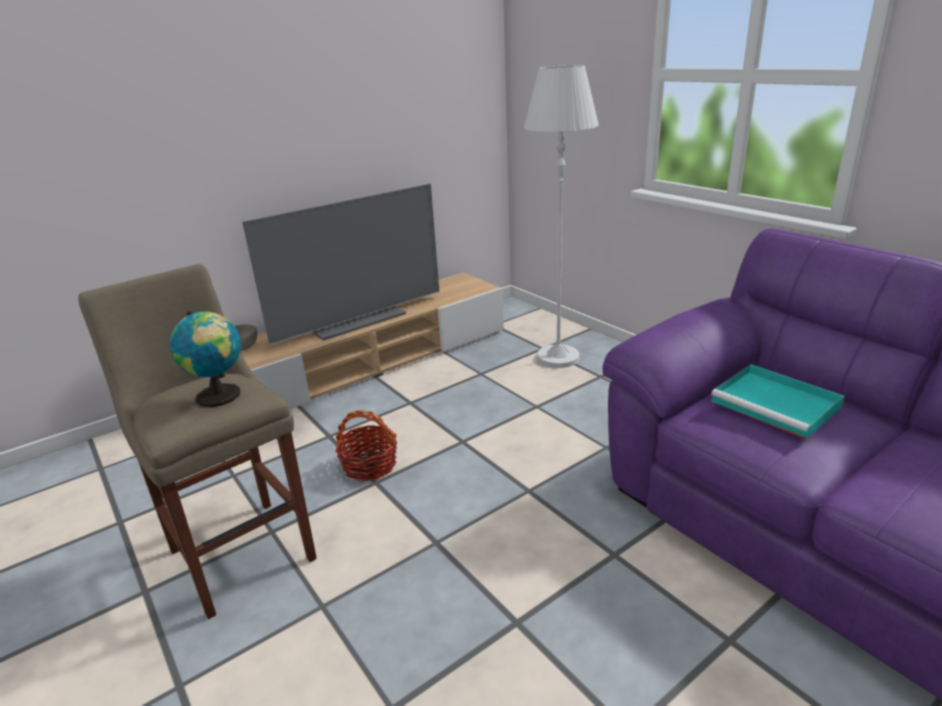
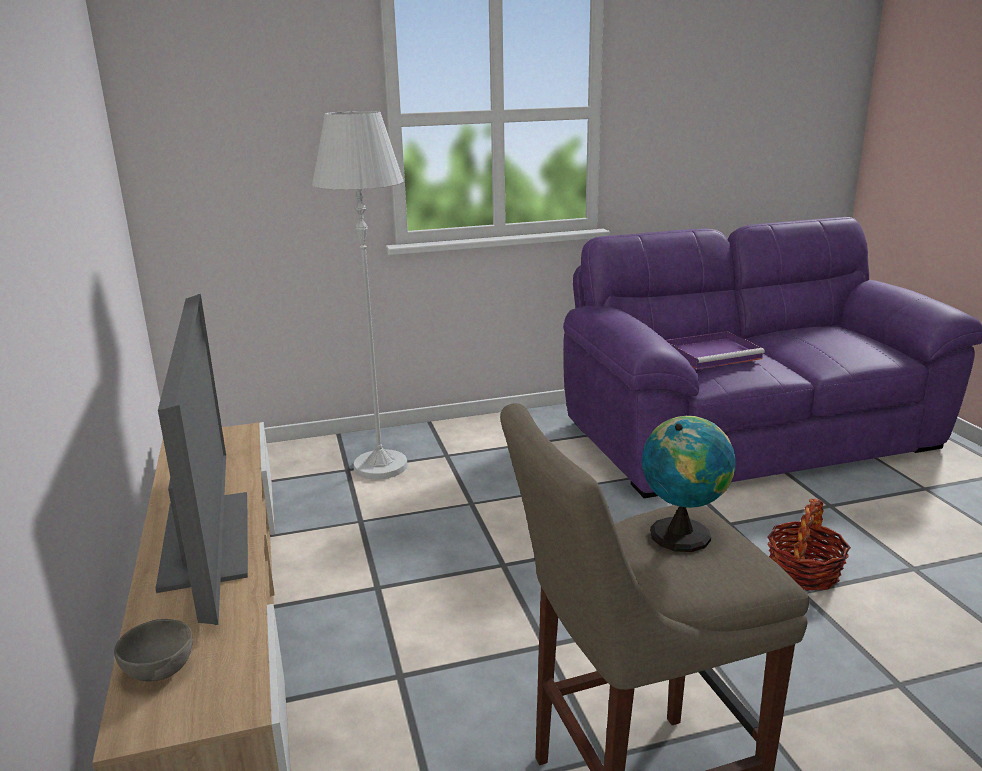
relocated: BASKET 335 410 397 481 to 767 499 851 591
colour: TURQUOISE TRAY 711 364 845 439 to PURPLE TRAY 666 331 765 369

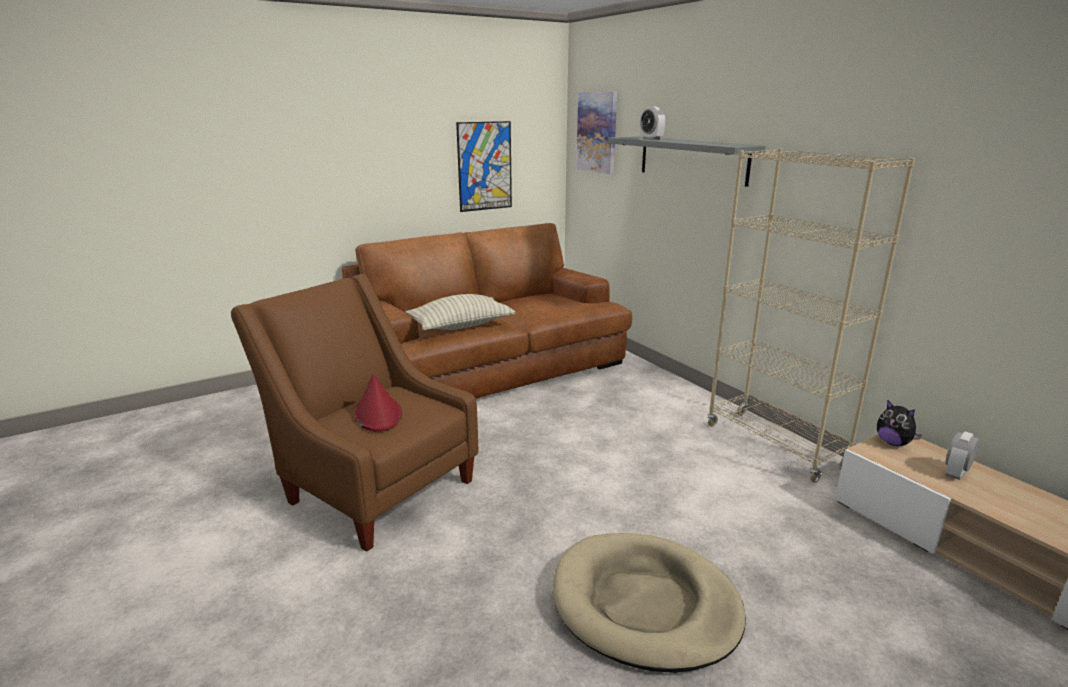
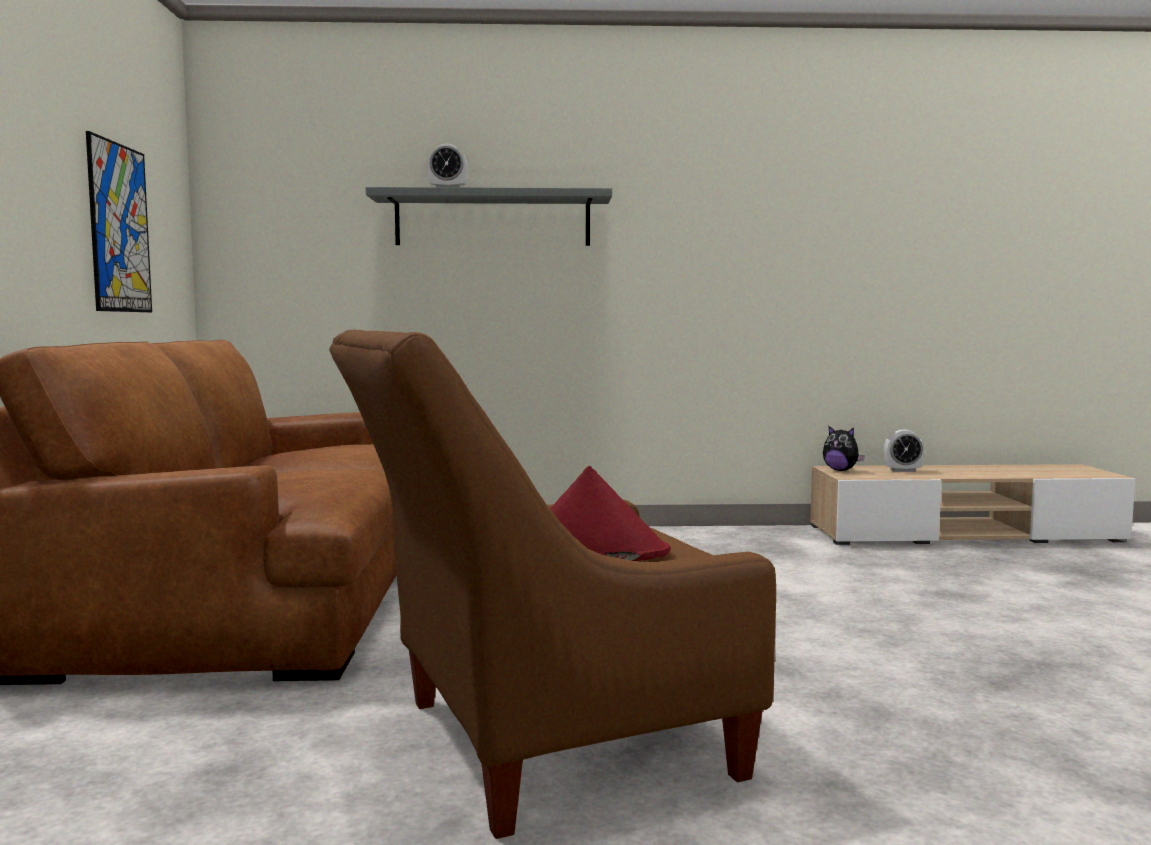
missing: PILLOW 406 294 516 330; BEIGE DOG BED 553 533 746 673; PICTURE 576 92 617 174; BEIGE BOOKCASE 708 148 915 483
spun: PLUSH TOY 877 400 922 446 = 823 426 865 471 45 degrees clockwise; ALARM CLOCK 945 431 980 480 = 883 430 925 472 75 degrees counterclockwise

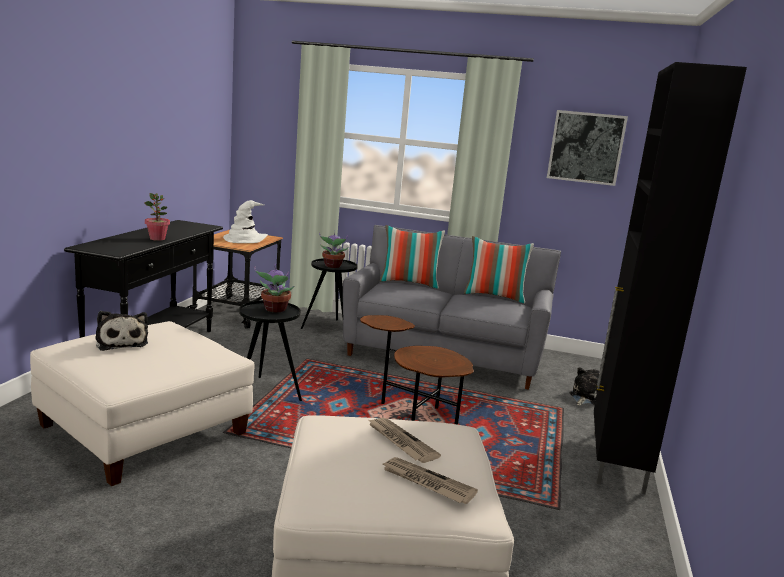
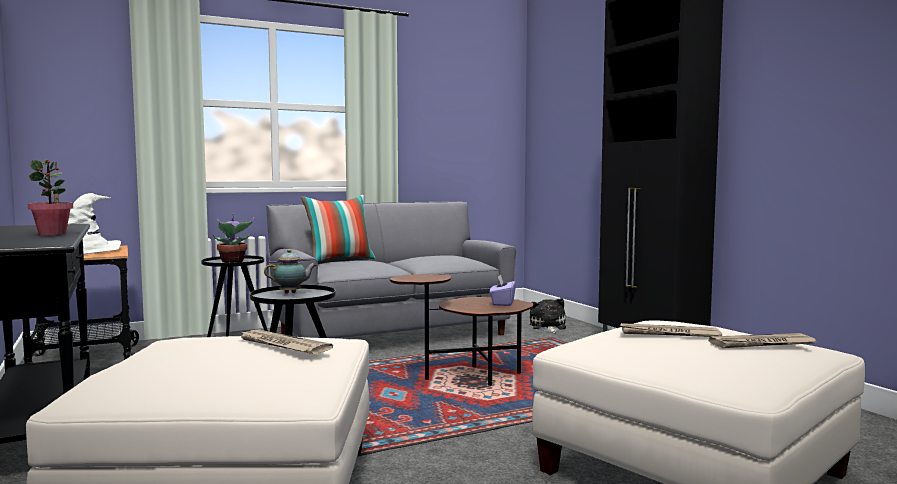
missing: PLUSH TOY 96 311 148 351; PILLOW 464 236 534 303; PICTURE 547 110 628 186
appeared: NEWSPAPER 238 329 333 354; PURPLE TISSUE BOX 490 274 516 306
exchanged: POTTED PLANT 254 264 294 312 to TEAPOT 264 249 317 294

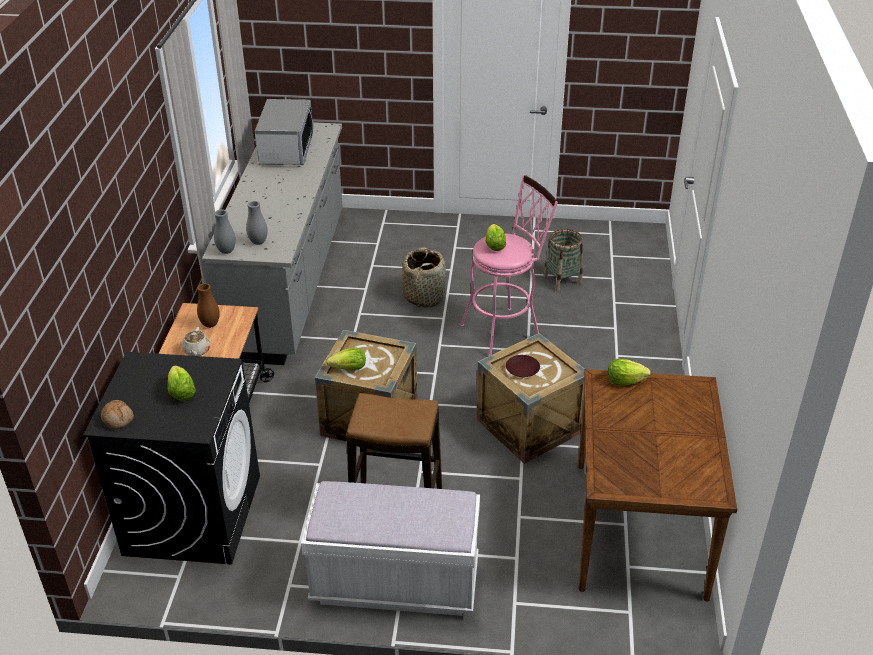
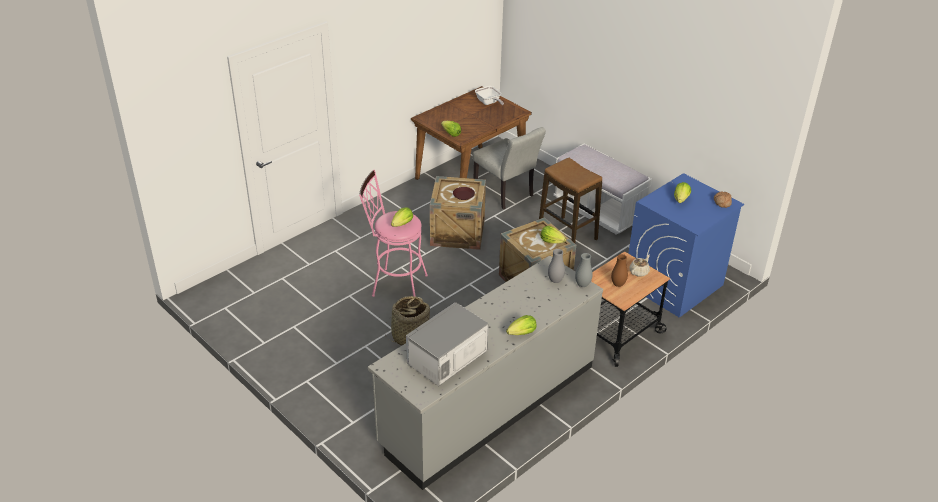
missing: BASKET 543 229 582 291
appeared: GREY CHAIR 473 127 546 209; FRYING PAN 475 86 504 105; LETTUCE 506 315 536 335
colour: BLACK WASHING MACHINE 83 352 260 564 to BLUE WASHING MACHINE 628 173 744 318

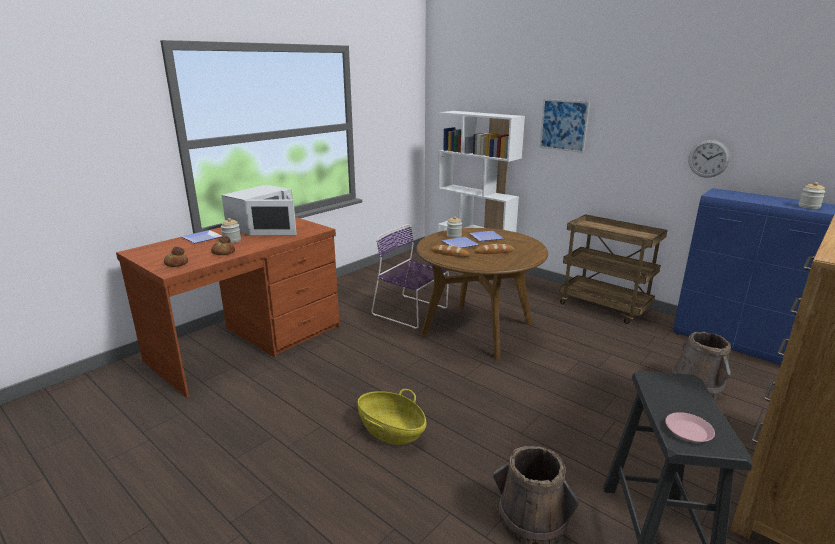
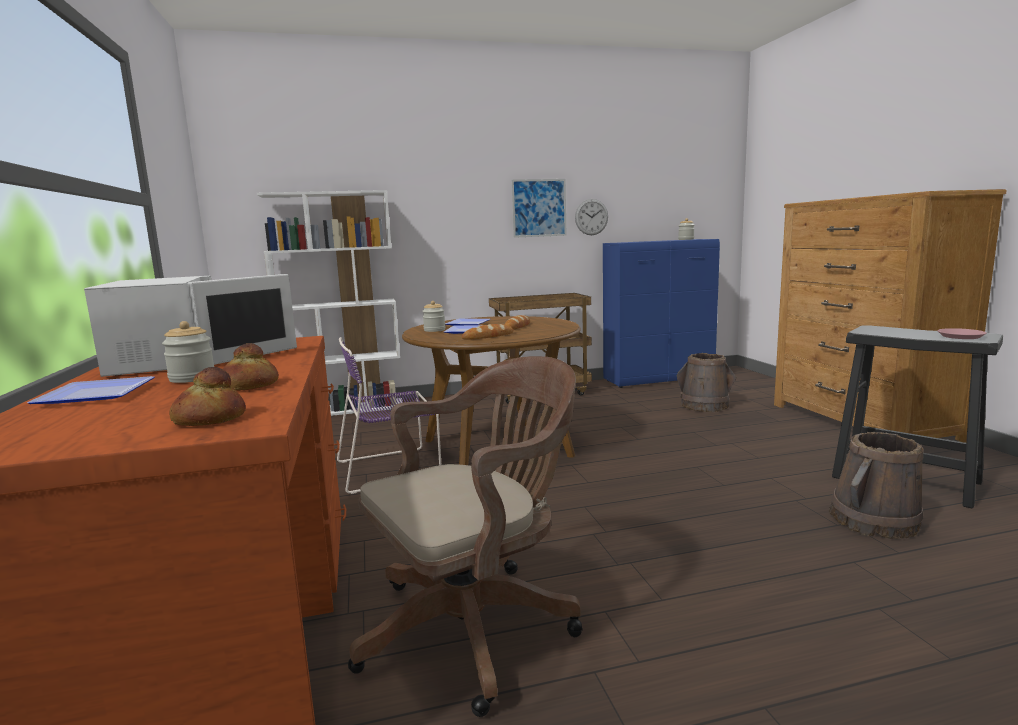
missing: BASKET 358 389 427 445
appeared: BROWN OFFICE CHAIR 348 356 583 717
relocated: PICTURE 539 99 590 153 to 511 179 567 238

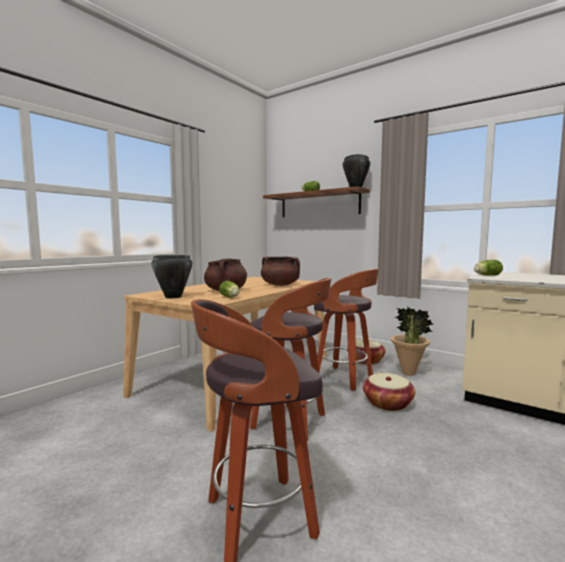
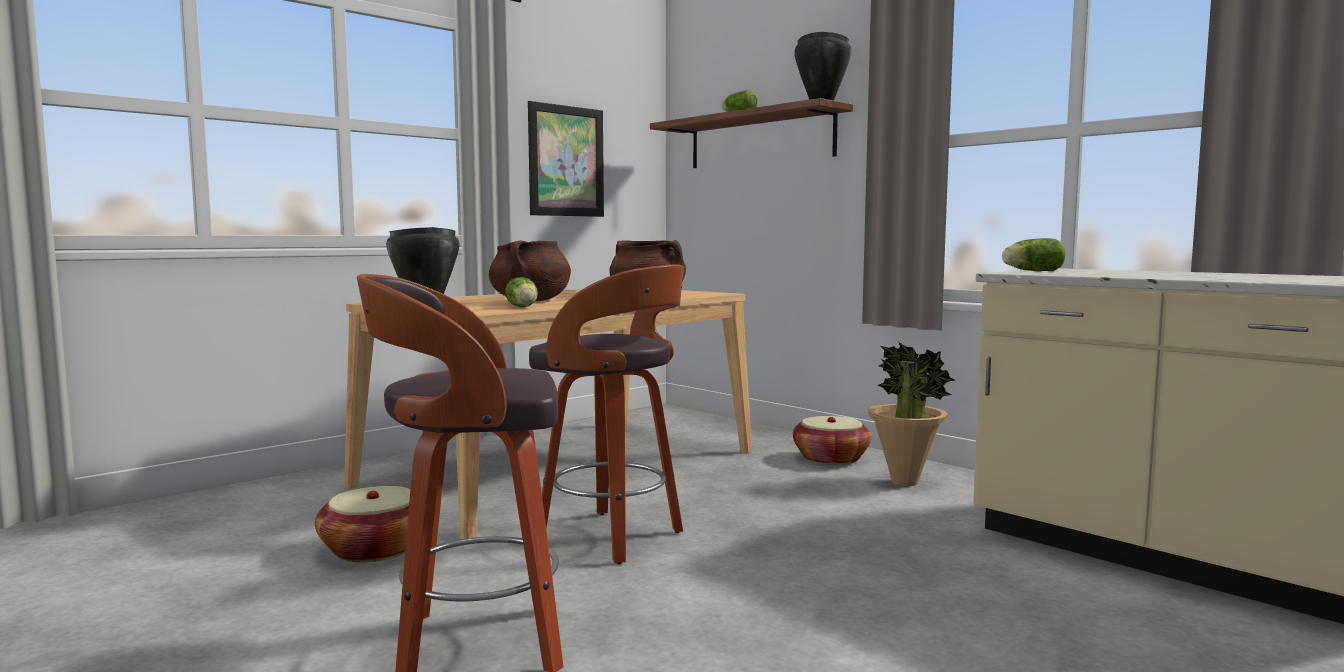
missing: STOOL 314 268 379 391
appeared: PICTURE 528 101 604 217
relocated: BASKET 363 373 415 411 to 315 486 410 562

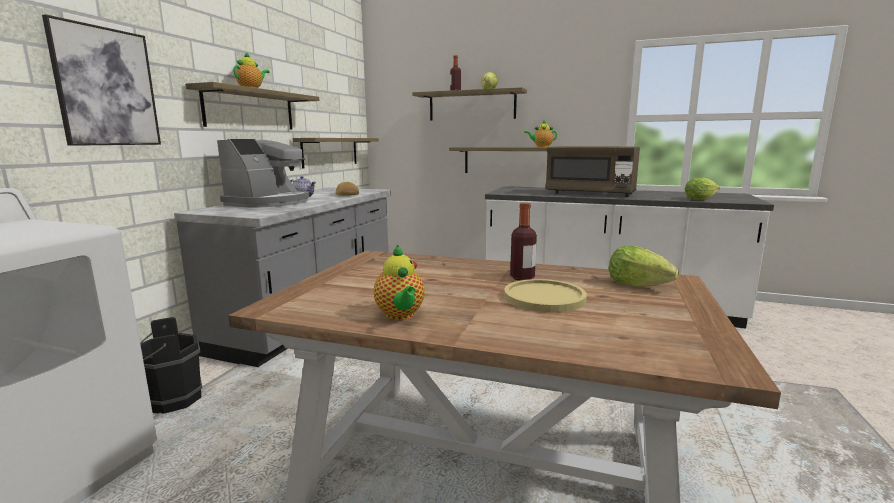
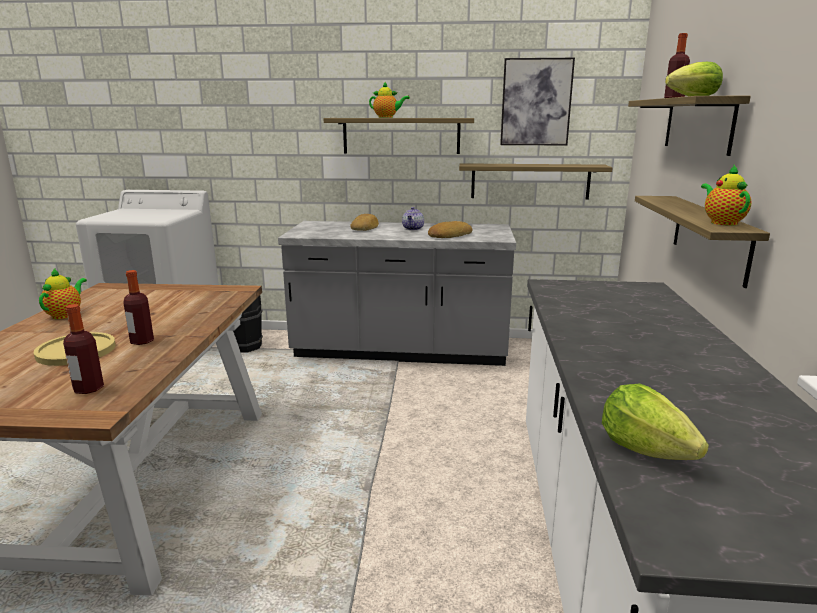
missing: BROWN MICROWAVE 545 146 640 197
relocated: PICTURE 42 14 161 146 to 500 58 575 145
exchanged: COFFEE MACHINE 217 139 309 207 to BREAD 350 214 379 231; LETTUCE 609 245 679 287 to BOTTLE 63 304 104 394
spun: TEAPOT 374 245 425 320 = 39 269 87 319 135 degrees clockwise

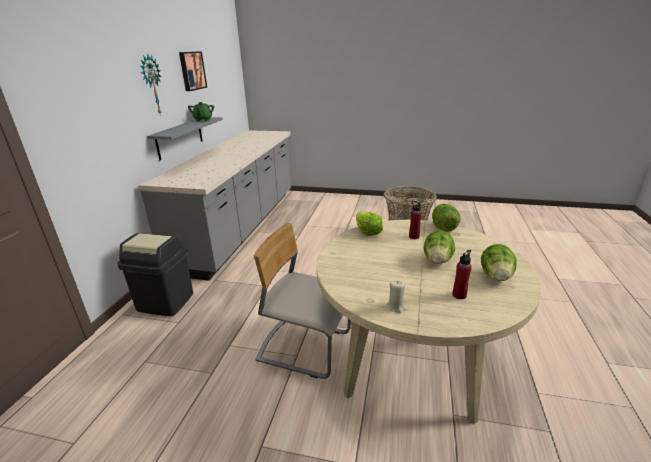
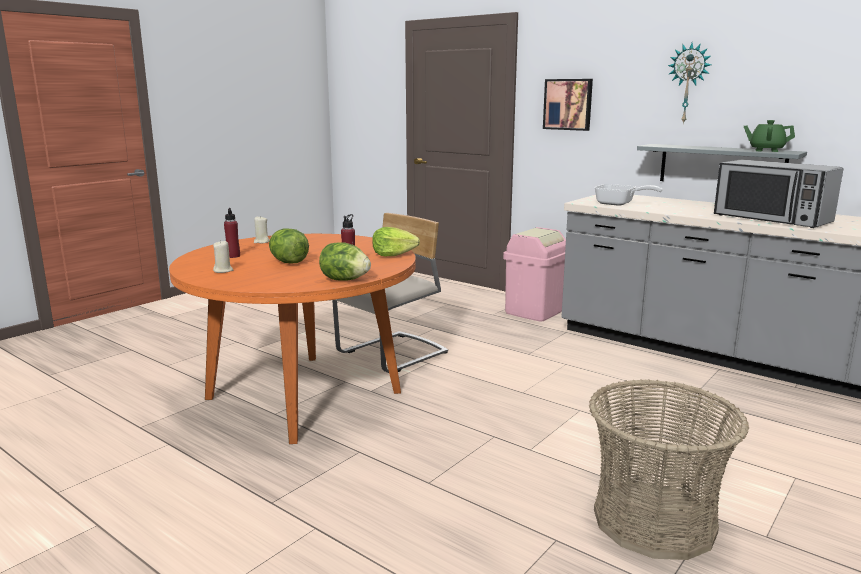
appeared: FRYING PAN 594 184 663 206; MICROWAVE 714 159 843 228
relocated: PICTURE 179 51 207 91 to 543 79 593 131
exchanged: LETTUCE 481 244 517 281 to BEIGE CANDLE 213 240 233 273
colour: BLACK TRASH CAN 117 233 193 316 to PINK TRASH CAN 503 227 566 322; BEIGE DINING TABLE 317 220 541 424 to ORANGE DINING TABLE 169 234 416 444

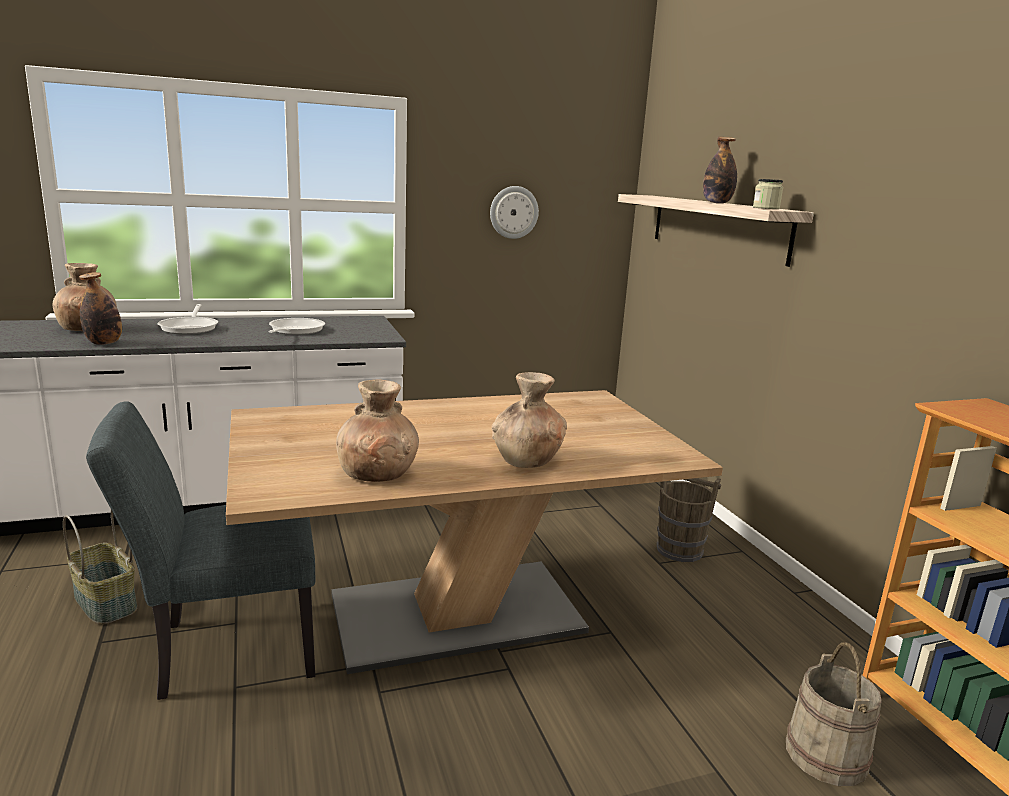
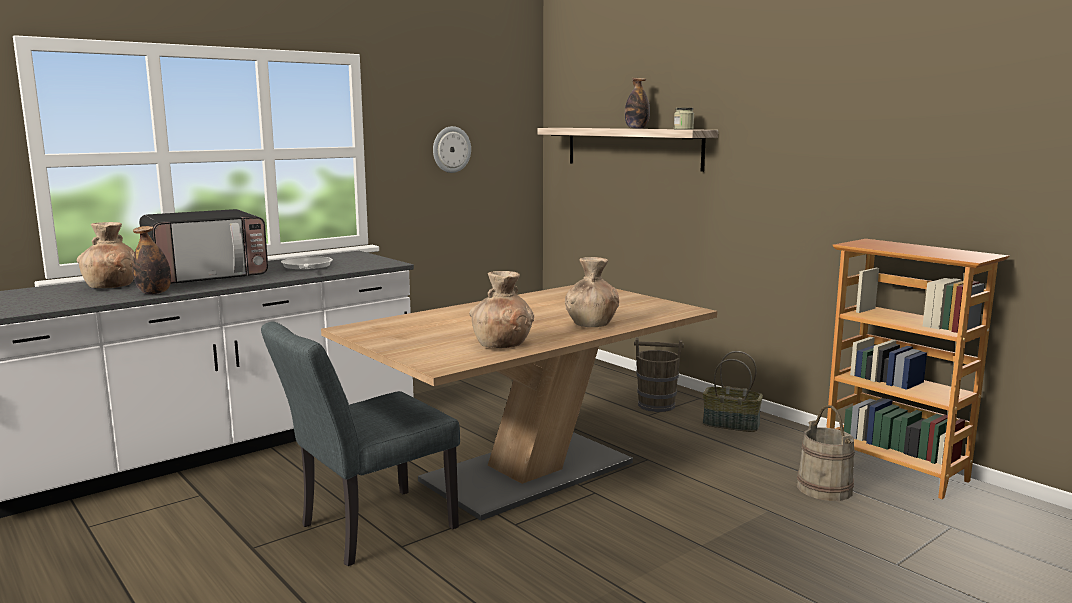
relocated: BASKET 63 510 137 625 to 703 351 763 432
exchanged: FRYING PAN 158 304 218 335 to MICROWAVE 139 209 268 284

